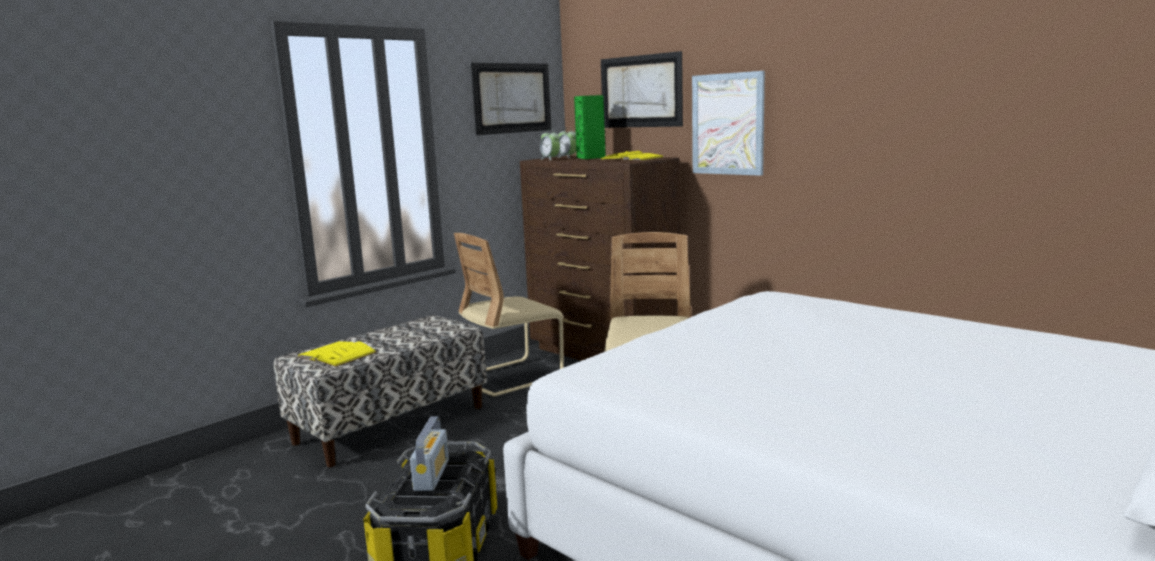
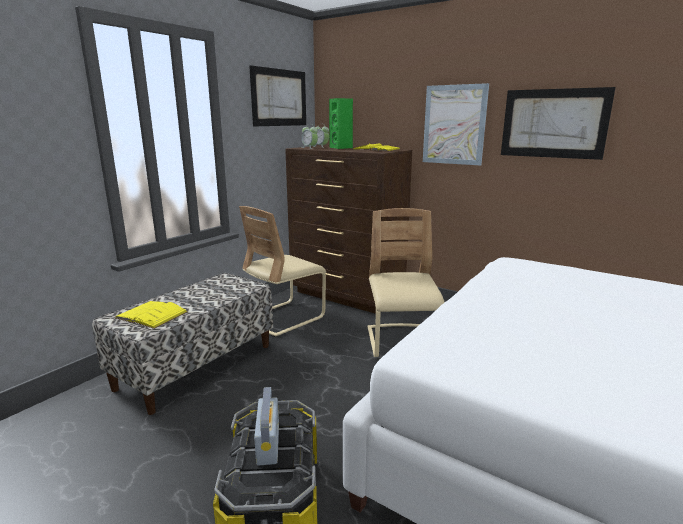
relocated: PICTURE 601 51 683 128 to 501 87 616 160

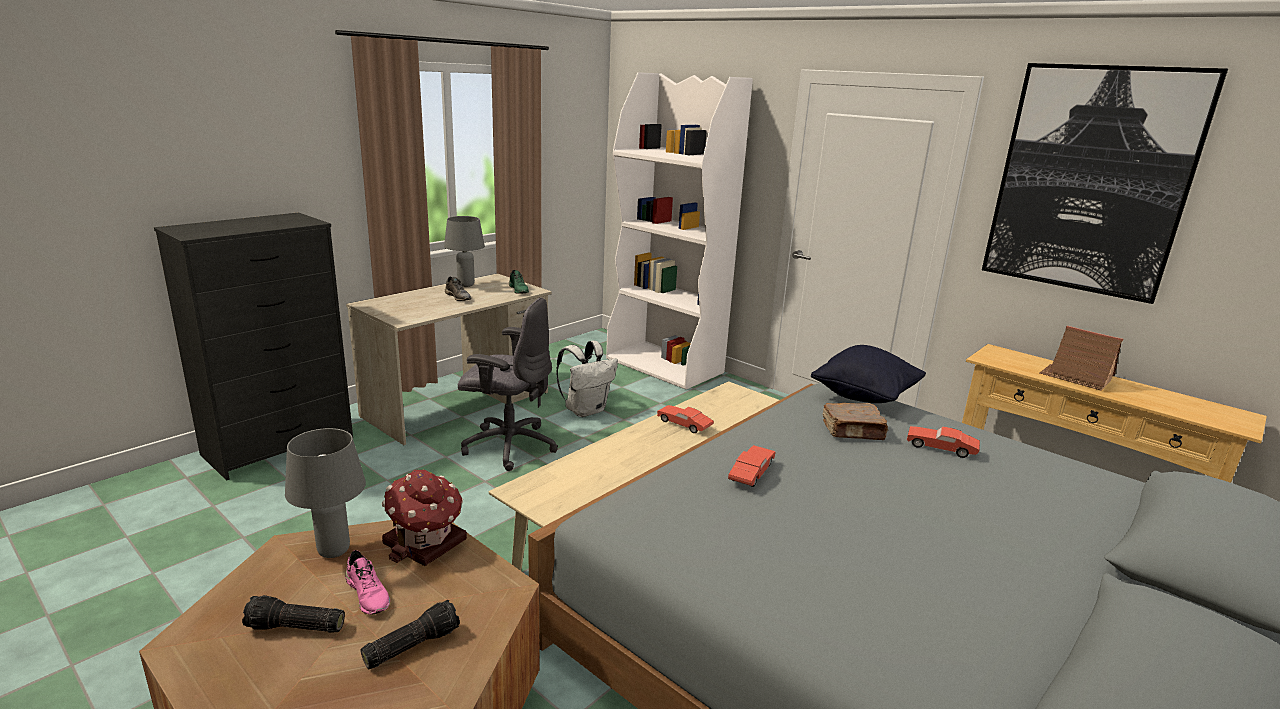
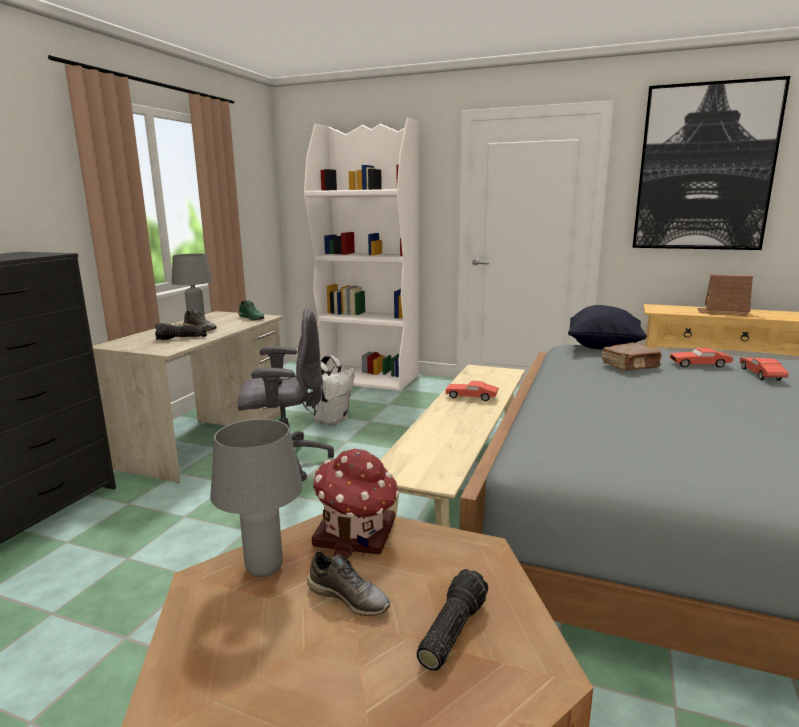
relocated: FLASHLIGHT 242 595 345 633 to 155 323 207 340; RED TOY CAR 728 445 776 487 to 740 358 789 381
colour: PINK SHOE 345 550 390 615 to GREY SHOE 307 551 390 616

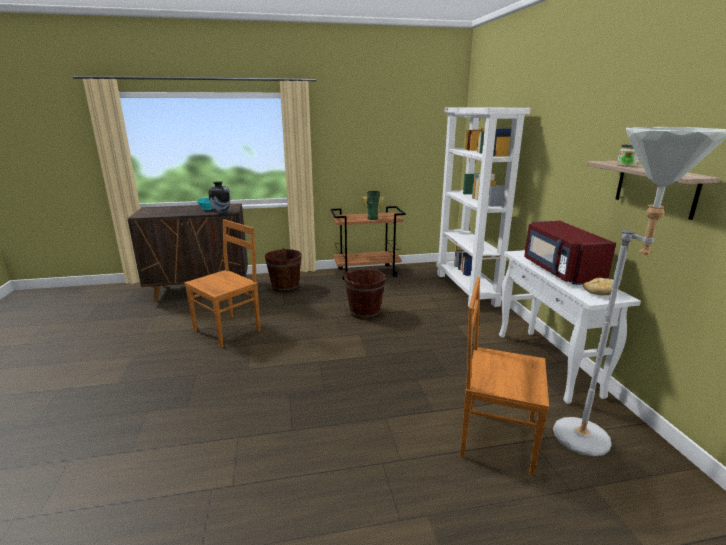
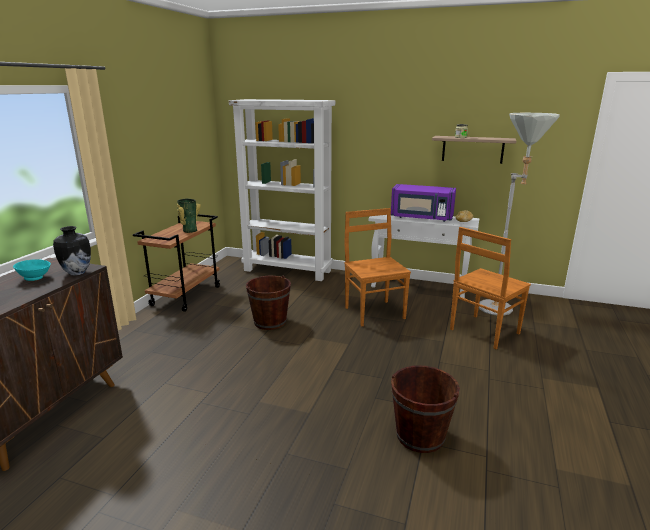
relocated: BROWN CHAIR 184 219 261 348 to 344 208 411 327; BROWN BUCKET 265 248 302 292 to 391 366 460 453
colour: RED MICROWAVE 524 221 616 285 to PURPLE MICROWAVE 391 184 456 222

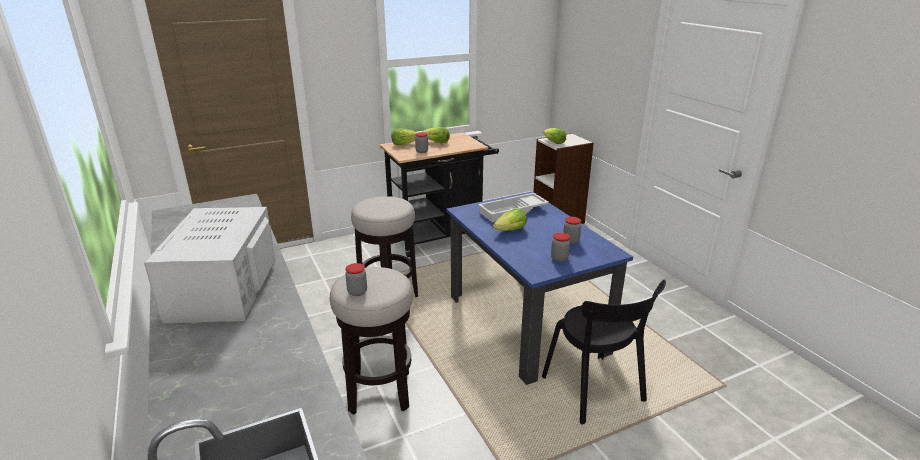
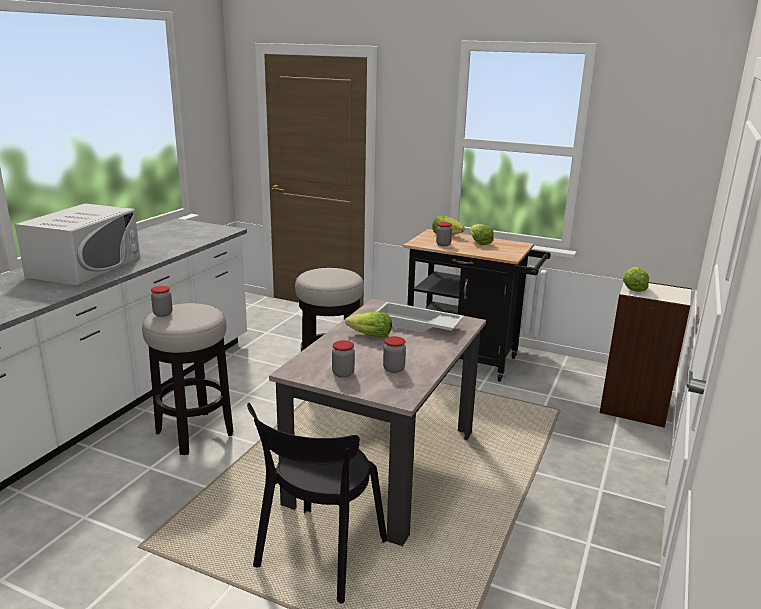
colour: BLUE DINING TABLE 446 192 633 385 to BEIGE DINING TABLE 269 299 486 546
spun: WHITE MICROWAVE 144 207 276 324 = 15 204 140 285 150 degrees clockwise

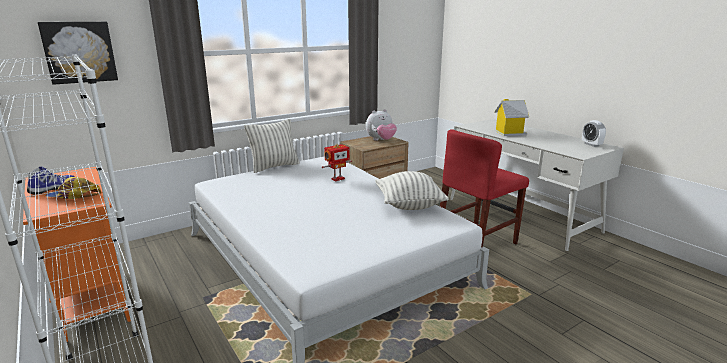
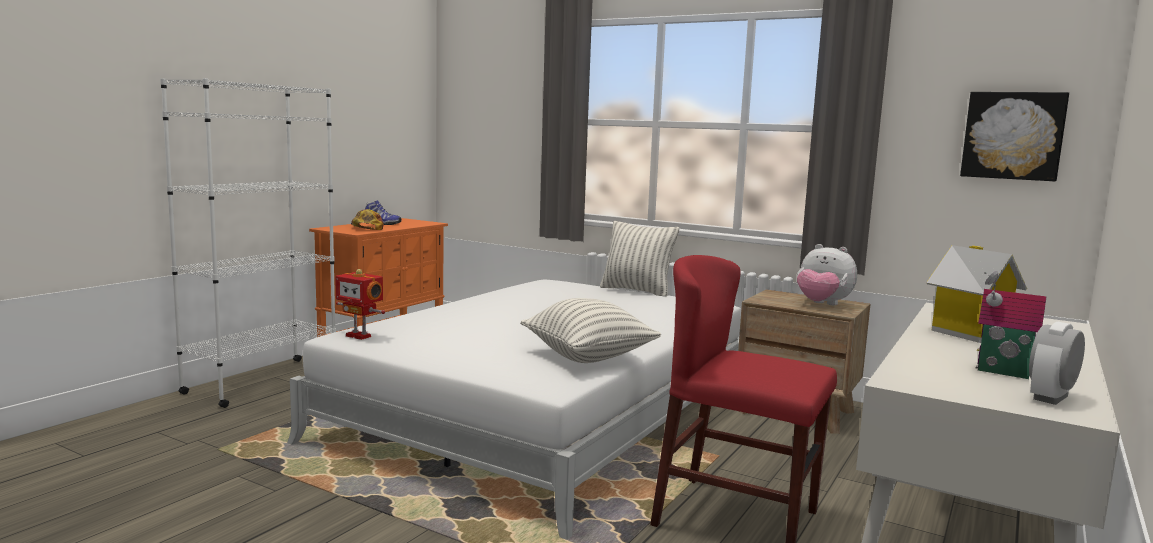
appeared: TOY HOUSE 976 271 1046 379
relocated: PICTURE 38 22 118 85 to 960 92 1069 181; TOY ROBOT 322 144 352 182 to 335 269 385 340

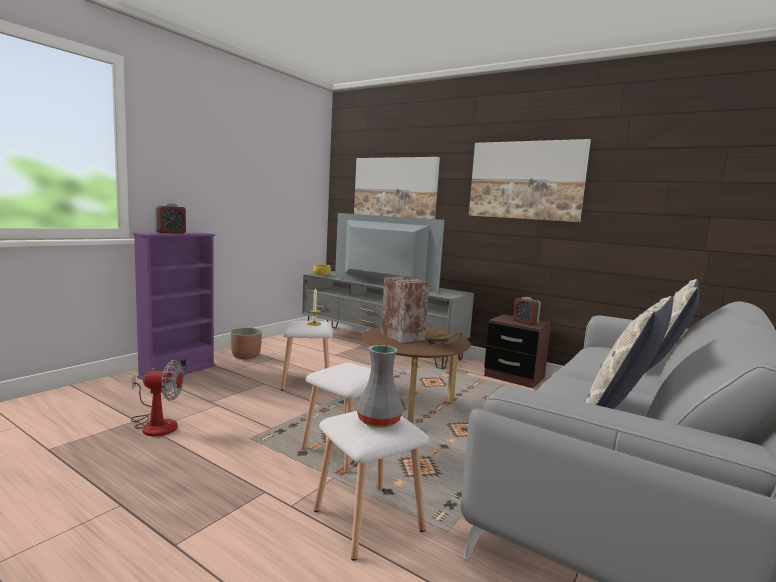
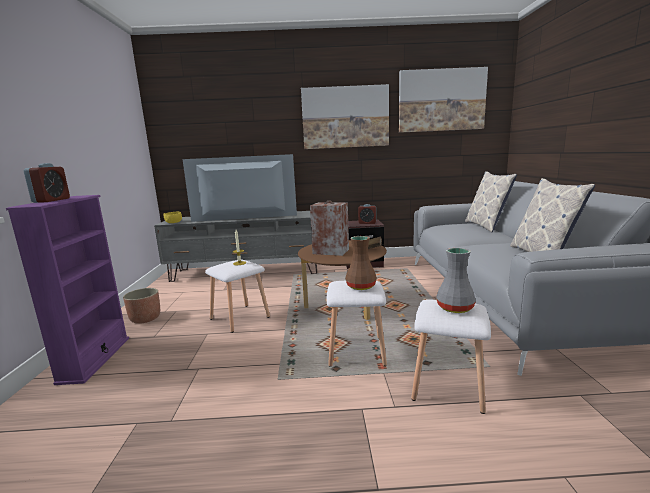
missing: FAN 131 360 184 437
appeared: BROWN VASE 345 236 377 290
relocated: PICTURE 354 157 440 219 to 399 67 488 133

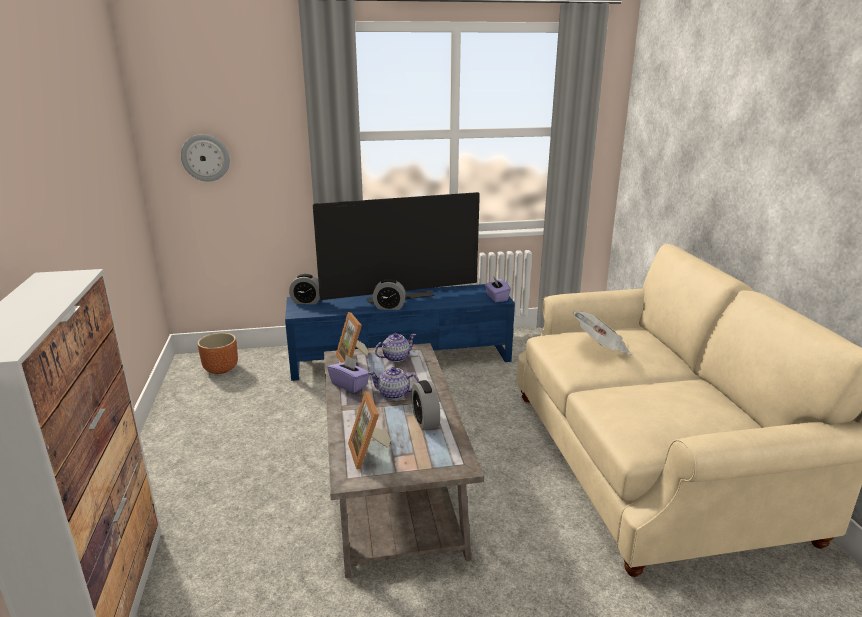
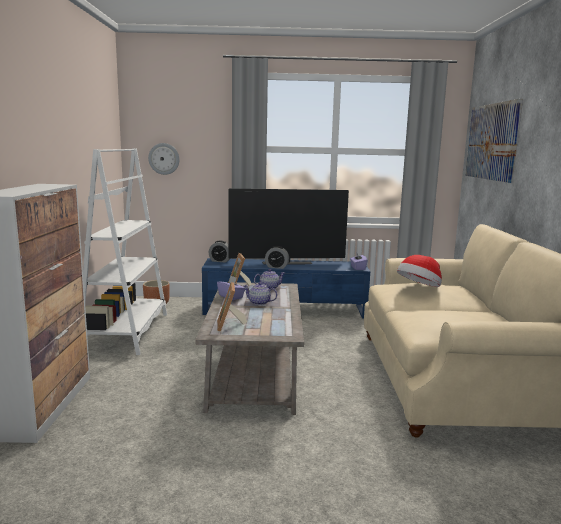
missing: ALARM CLOCK 411 380 440 430
appeared: WHITE BOOKCASE 83 148 167 355; PICTURE 465 99 523 183
exchanged: NEWSPAPER 573 312 632 355 to HAT 397 255 442 287

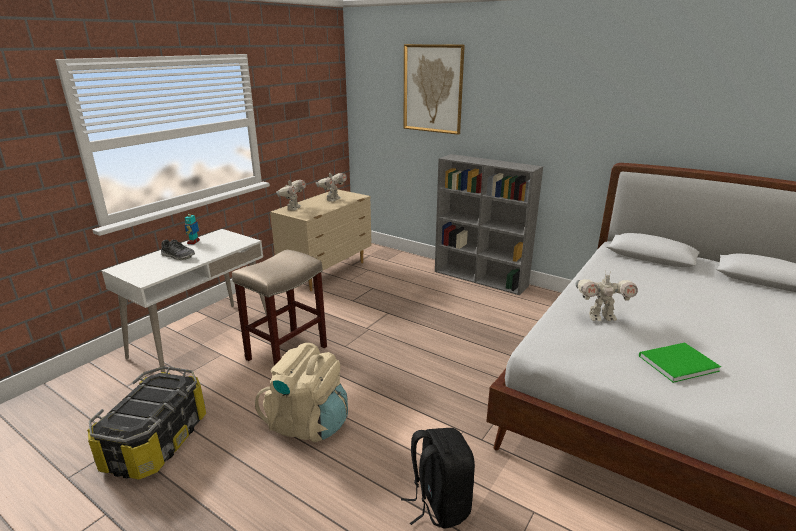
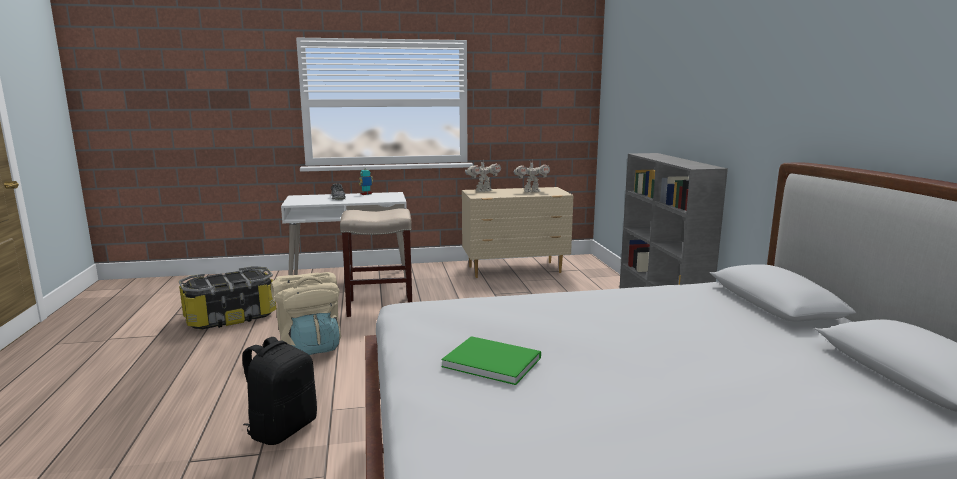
missing: PICTURE 404 44 465 135; TOY ROBOT 576 270 638 321

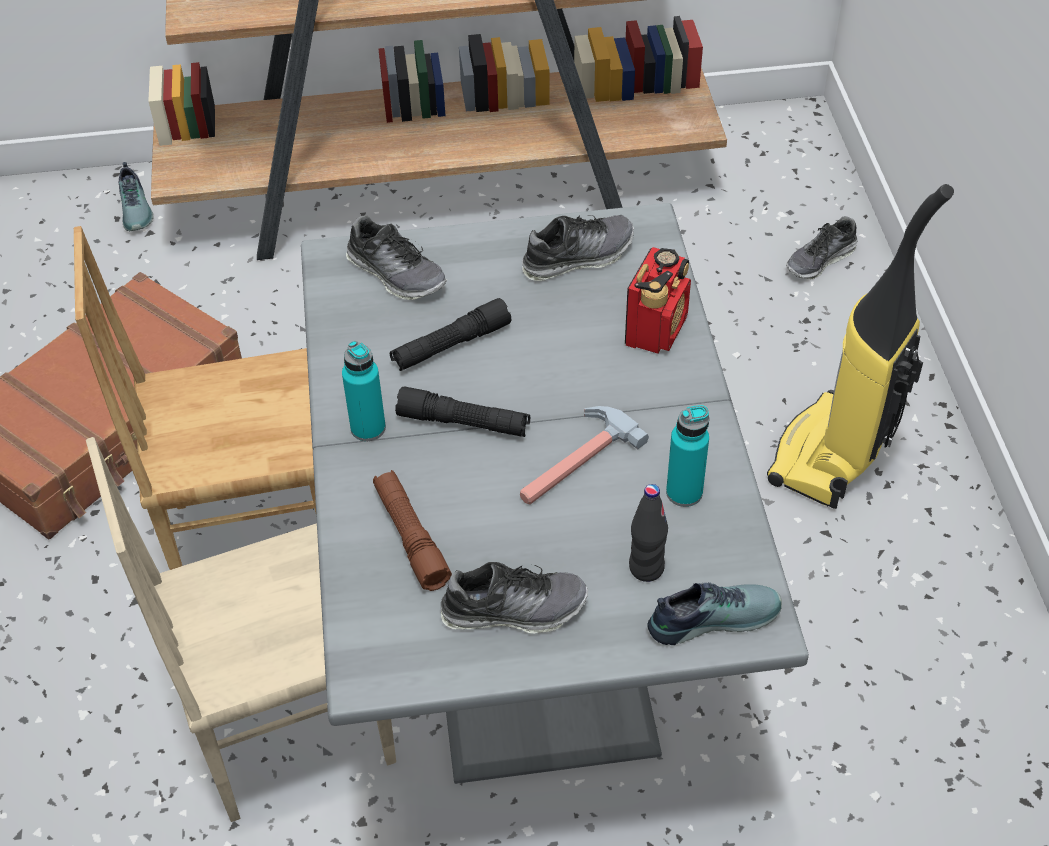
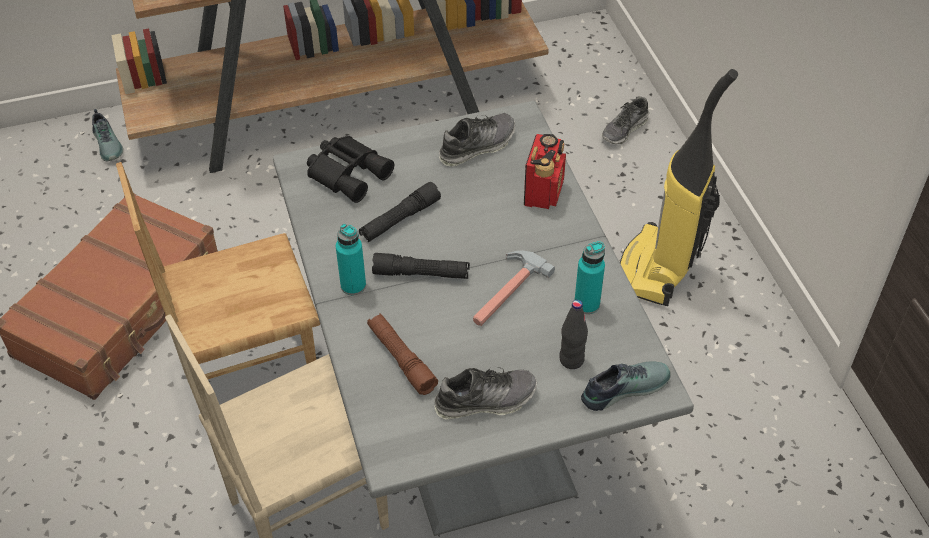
exchanged: SHOE 346 216 447 300 to BLACK BINOCULARS 307 136 394 203

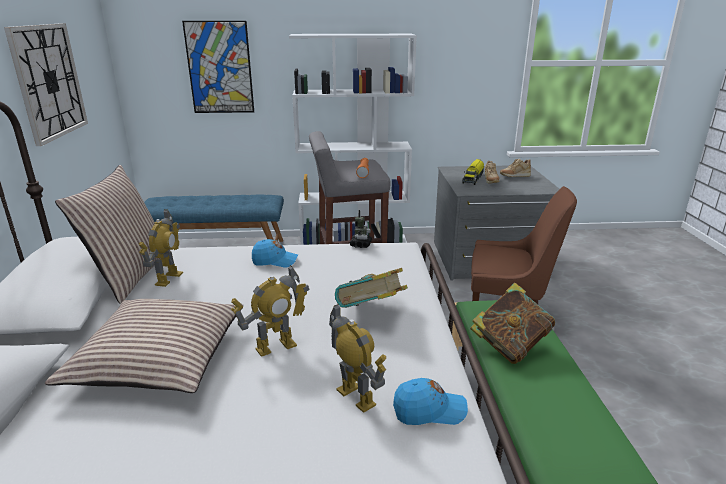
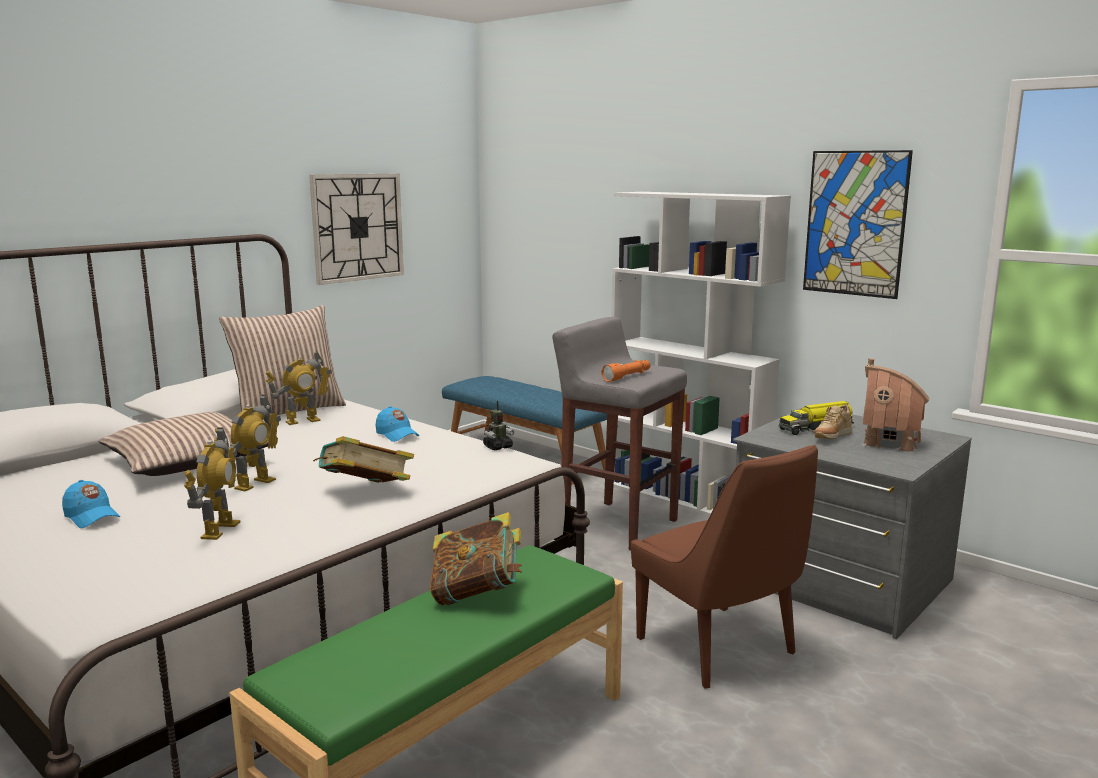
relocated: PICTURE 182 21 254 113 to 803 150 913 299; BLUE CAP 393 378 468 425 to 62 480 121 528
exchanged: BEIGE SHOE 500 159 531 177 to TOY HOUSE 862 358 930 451
spun: TOY ROBOT 231 265 310 357 = 214 394 281 491 75 degrees counterclockwise

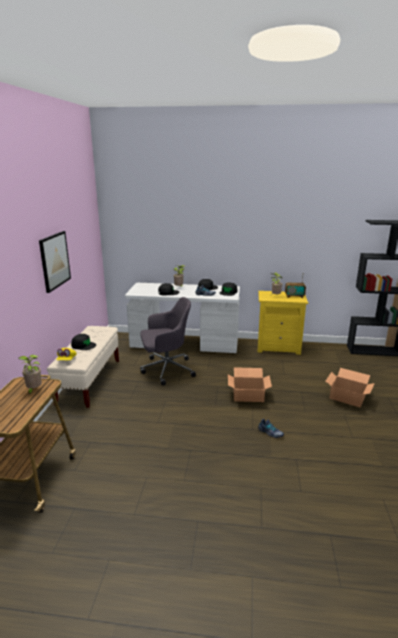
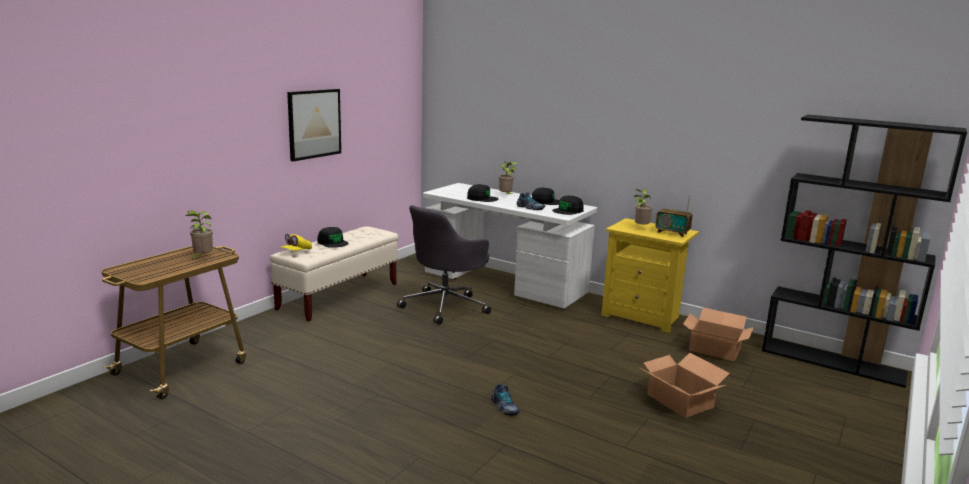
relocated: CARDBOARD BOX 228 367 272 402 to 683 308 754 361
spun: GREY OFFICE CHAIR 140 297 196 385 = 397 205 491 325 120 degrees clockwise

